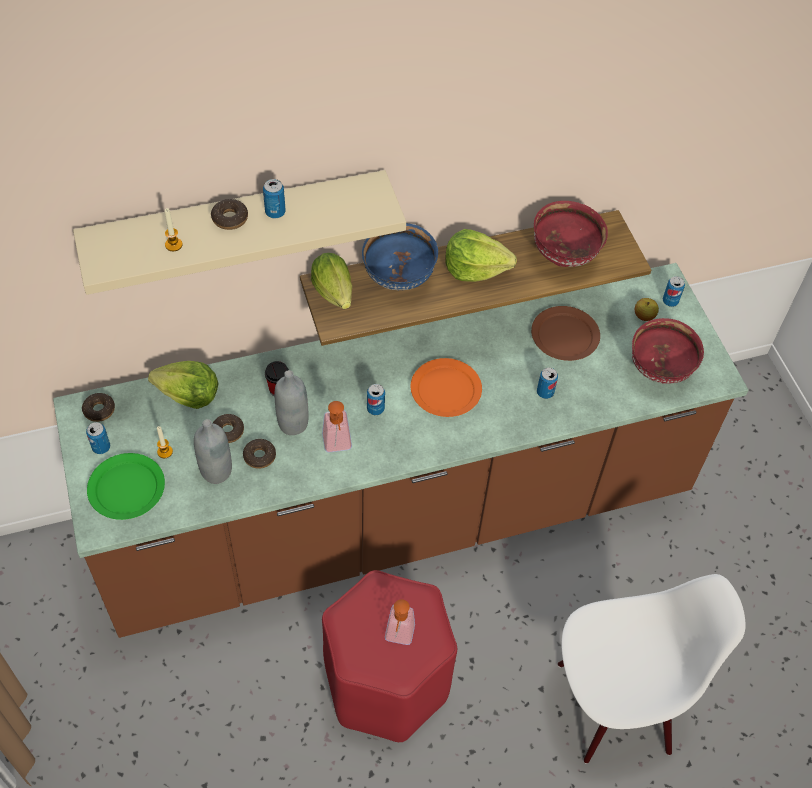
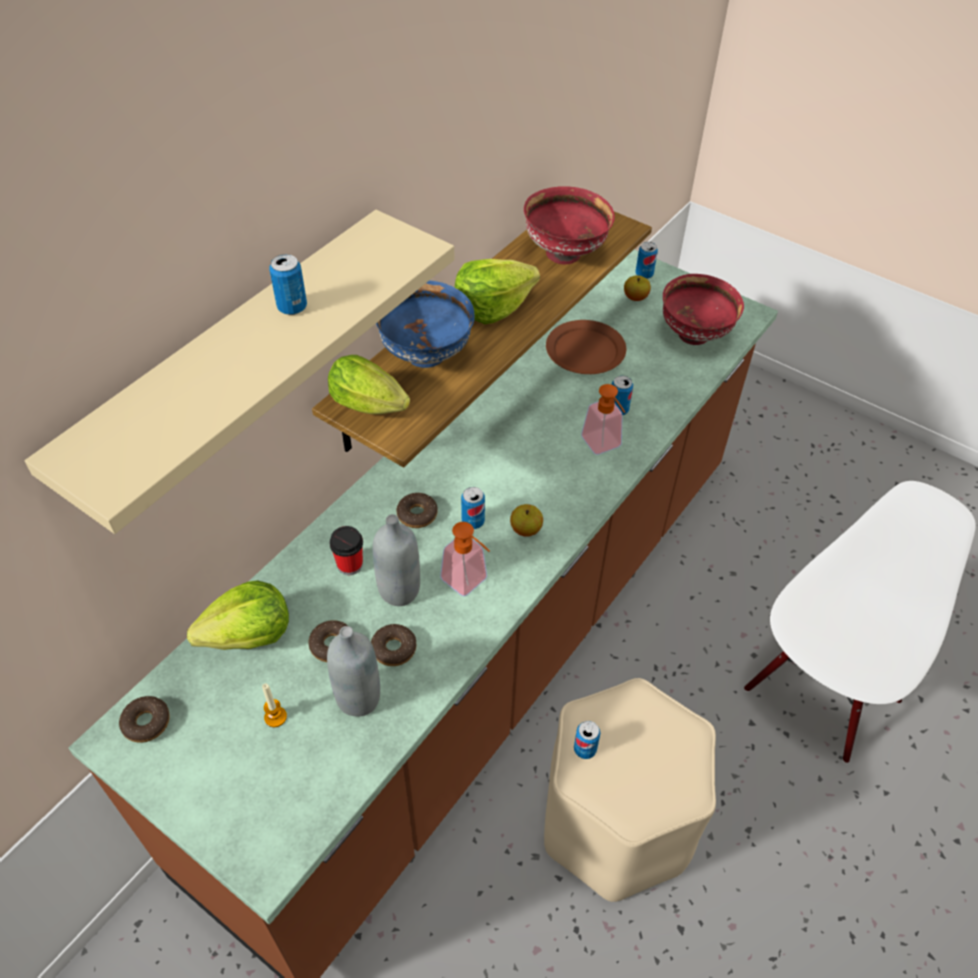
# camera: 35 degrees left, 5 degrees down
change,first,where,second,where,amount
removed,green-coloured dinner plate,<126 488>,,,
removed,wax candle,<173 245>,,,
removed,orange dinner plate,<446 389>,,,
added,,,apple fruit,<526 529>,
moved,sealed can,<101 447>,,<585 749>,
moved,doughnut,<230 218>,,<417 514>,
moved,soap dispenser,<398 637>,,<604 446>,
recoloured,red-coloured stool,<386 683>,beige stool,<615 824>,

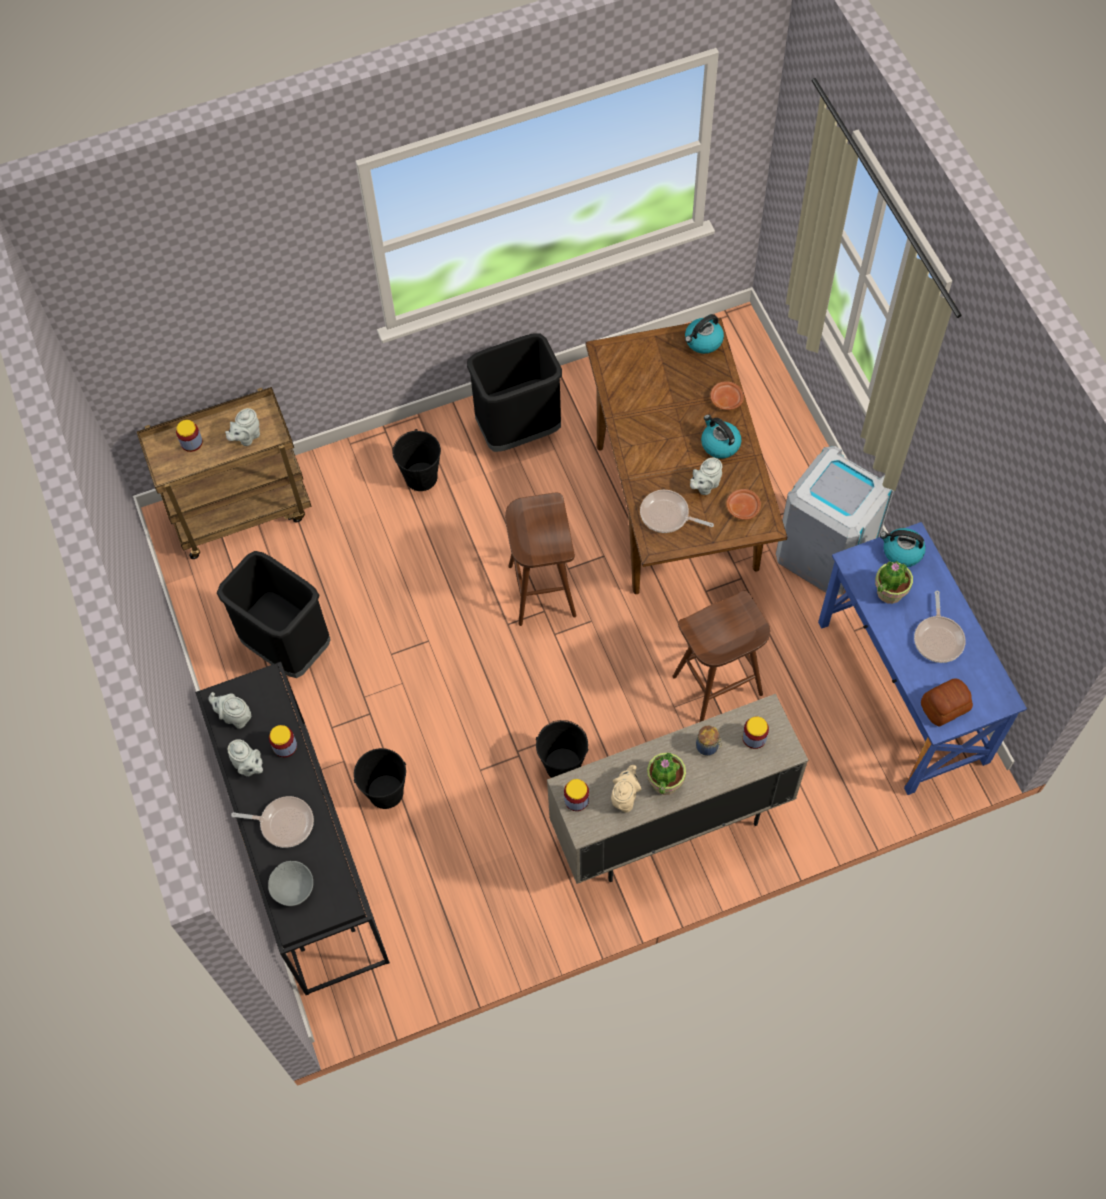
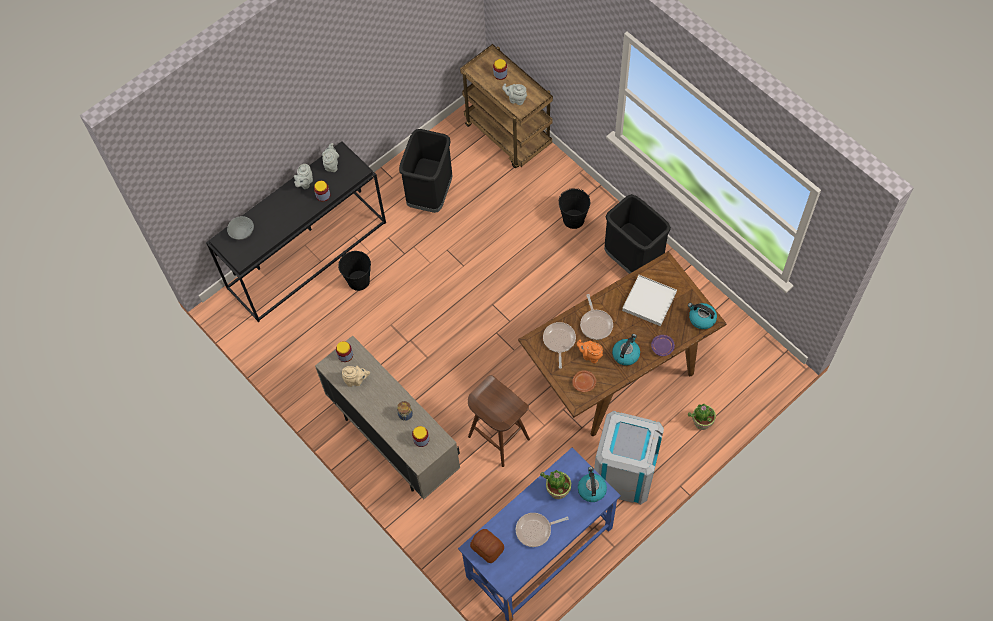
# camera: 70 degrees right, 0 degrees up
change,first,where,second,where,amount
removed,brown stool,<541 590>,,,
removed,black-coloured pail,<562 765>,,,
added,,,white carrying tray,<649 301>,
moved,pan,<284 823>,,<596 324>,
moved,potted plant,<664 782>,,<701 422>,
recoloured,gray teapot,<705 486>,orange teapot,<590 355>,
recoloured,brown dinner plate,<726 399>,purple dinner plate,<662 347>,

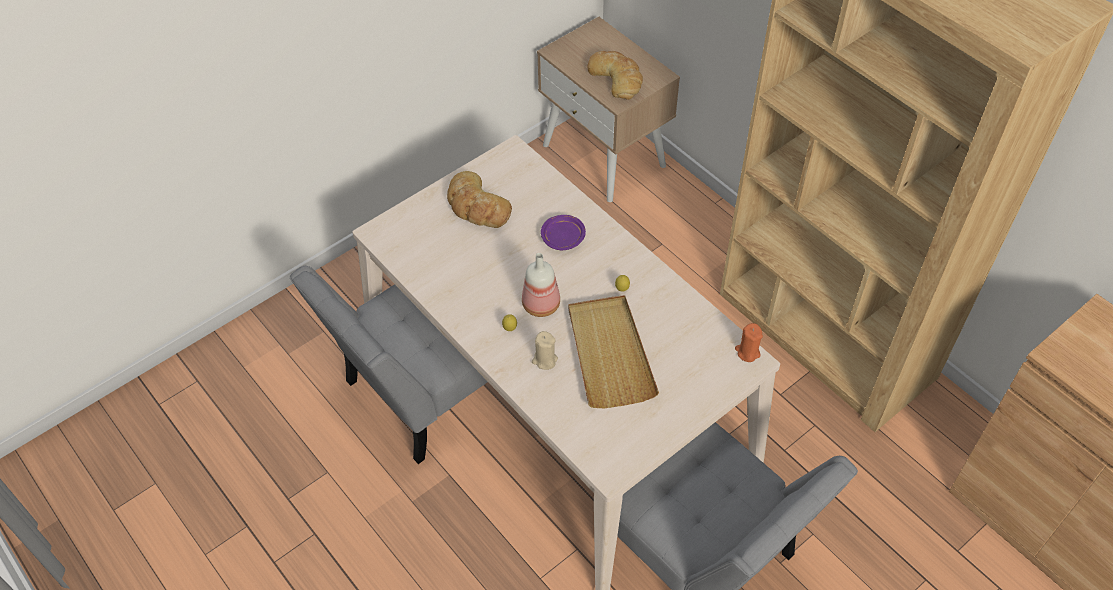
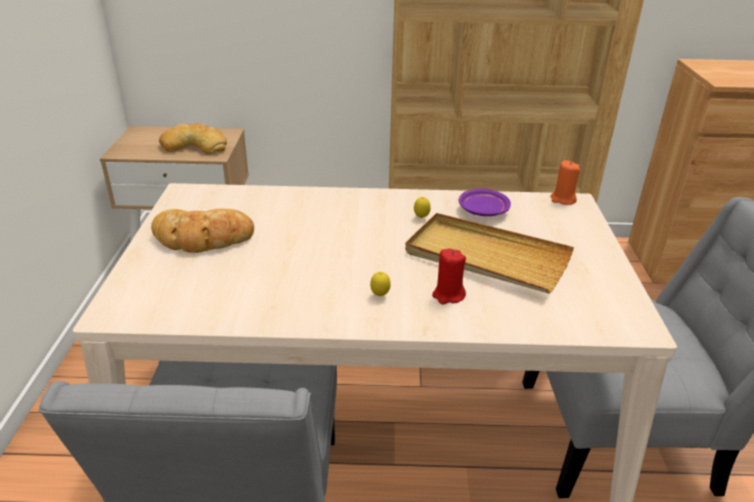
# camera: 50 degrees left, 20 degrees down
change,first,where,second,where,amount
removed,bottle,<541 304>,,,
moved,purple dinner plate,<563 237>,,<483 210>,
recoloured,beige wax candle,<544 360>,red-coloured wax candle,<448 295>,

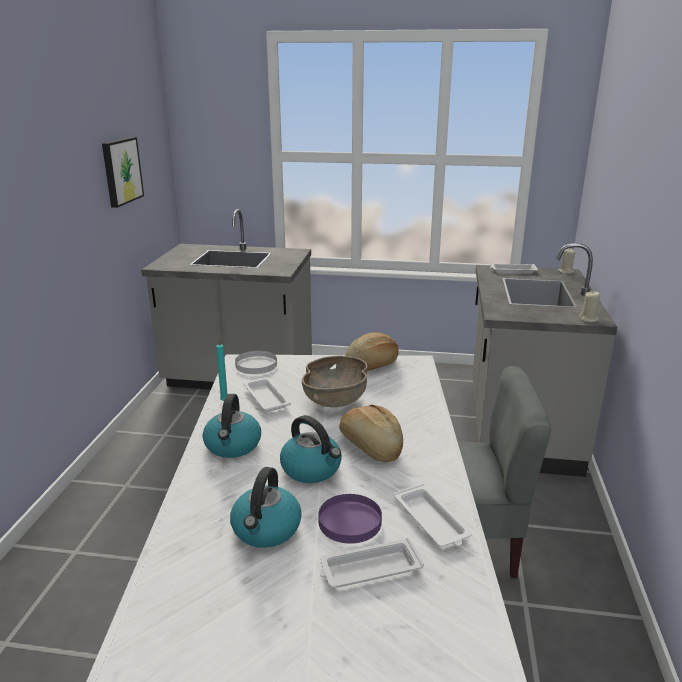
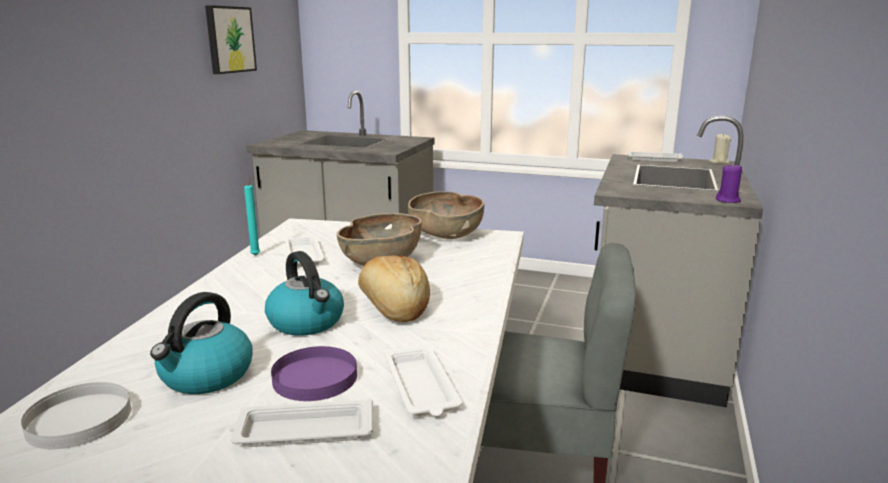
# camera: 10 degrees right, 5 degrees down
change,first,where,second,where,amount
removed,kettle,<233 446>,,,
moved,white dinner plate,<256 365>,,<78 419>,
replaced,bread,<372 364>,brown bowl,<446 235>,
recoloured,beige wax candle,<588 319>,purple wax candle,<728 200>,

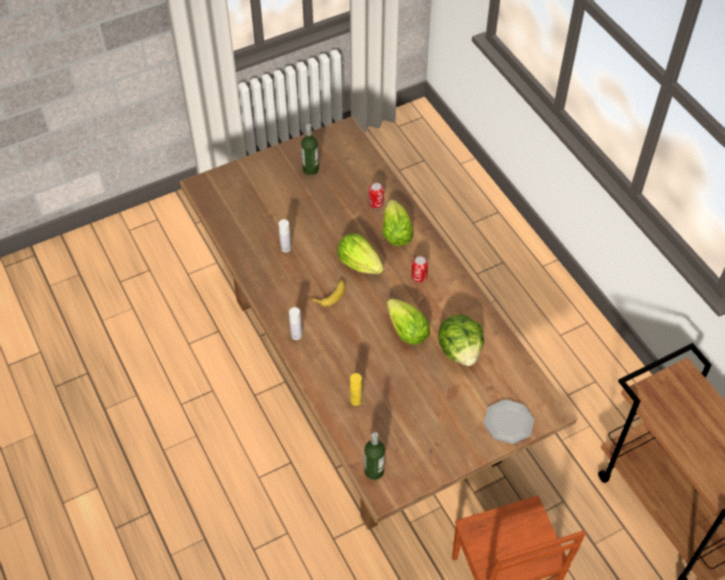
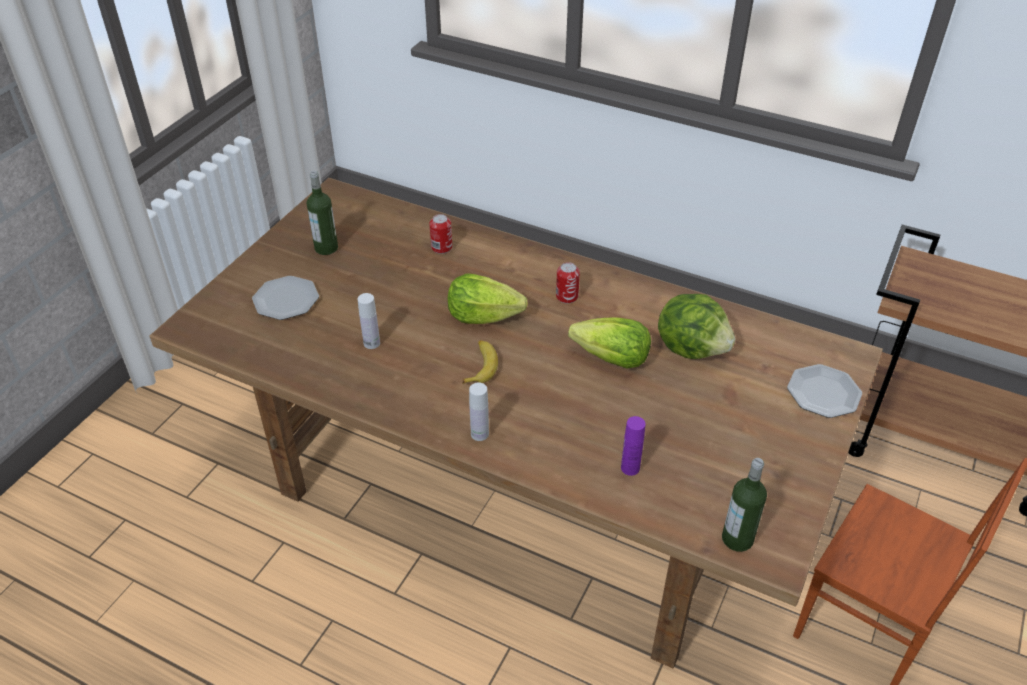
# camera: 35 degrees left, 10 degrees down
change,first,where,second,where,amount
removed,lettuce,<395 234>,,,
added,,,dinner plate,<286 300>,
recoloured,yellowish bottle,<356 400>,purple bottle,<630 468>,

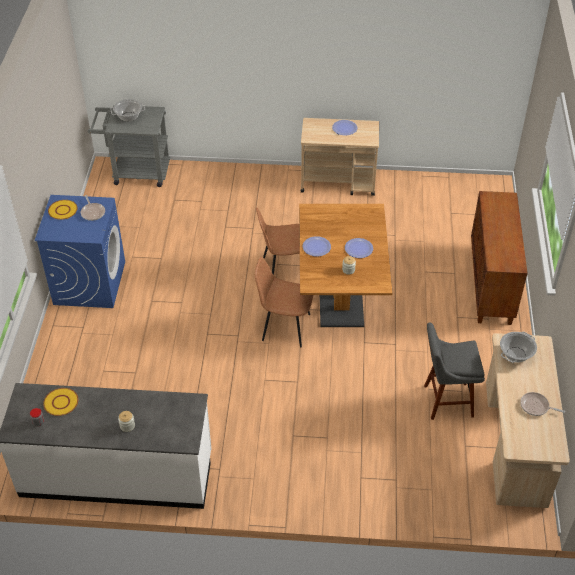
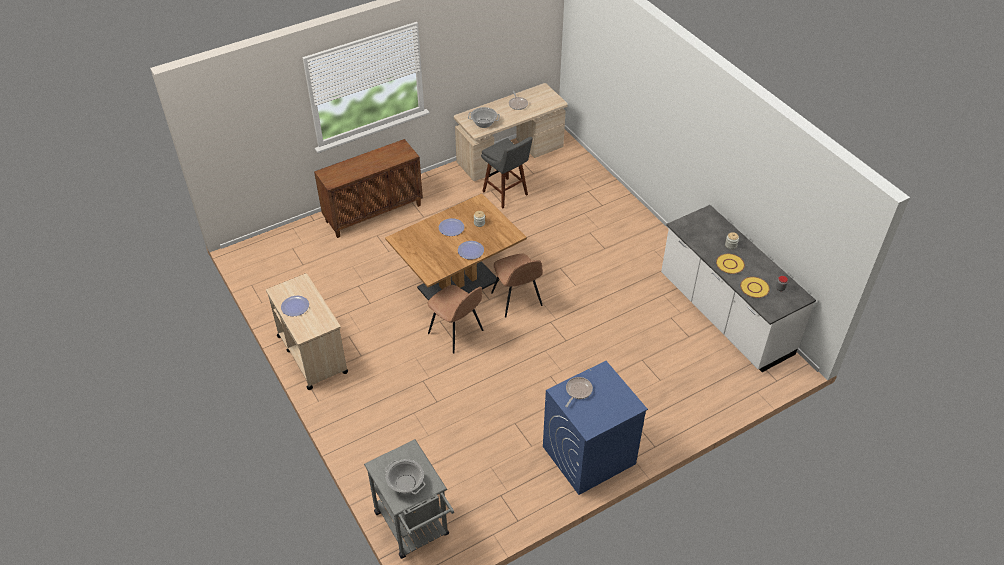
# camera: 125 degrees left, 0 degrees up
change,first,where,second,where,amount
moved,yellowish dinner plate,<63 210>,,<729 264>,

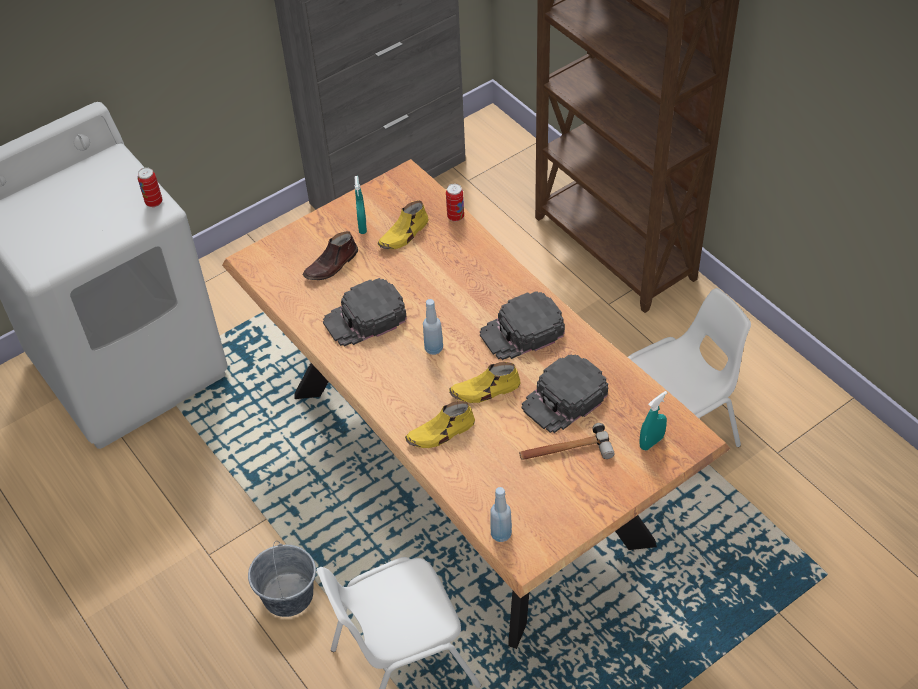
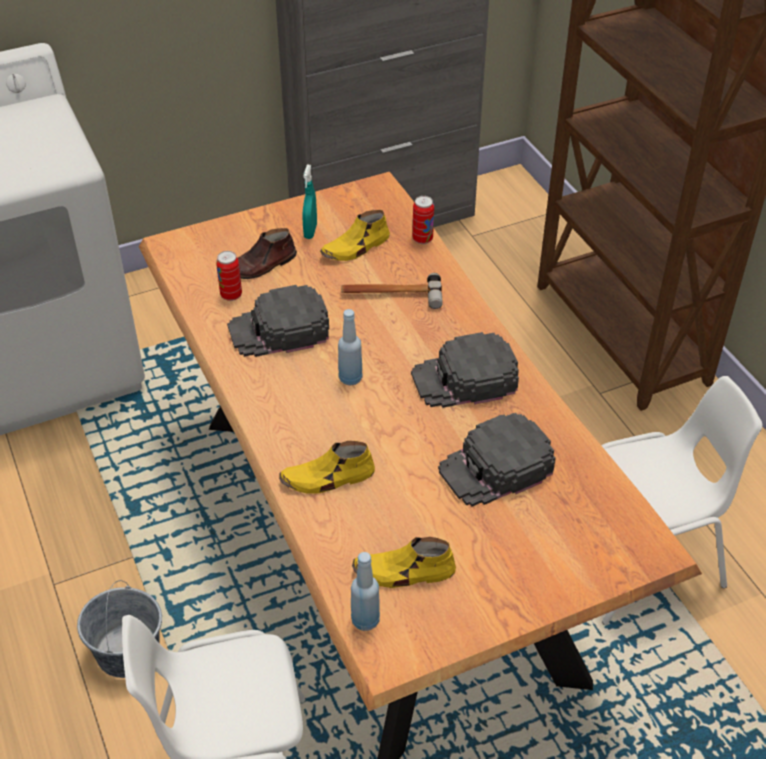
# camera: 10 degrees right, 5 degrees down
change,first,where,second,where,amount
removed,turquoise-coloured spray bottle,<651 442>,,,
moved,sealed can,<154 202>,,<231 295>,
moved,yellowish low shoe,<485 390>,,<404 572>,
moved,hand hammer,<564 451>,,<391 295>,

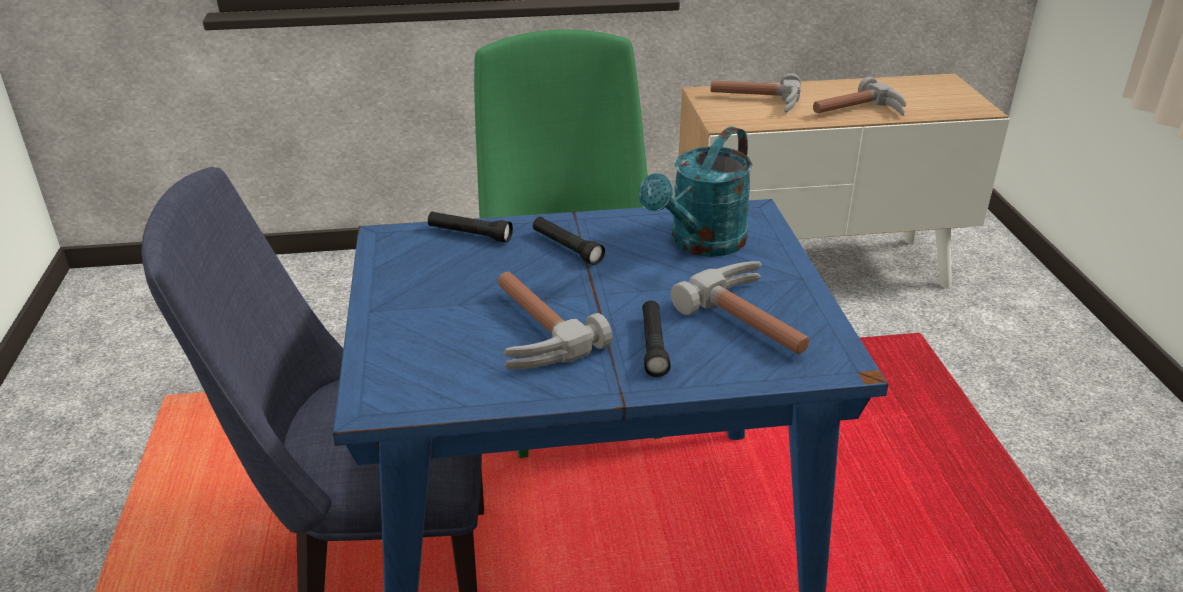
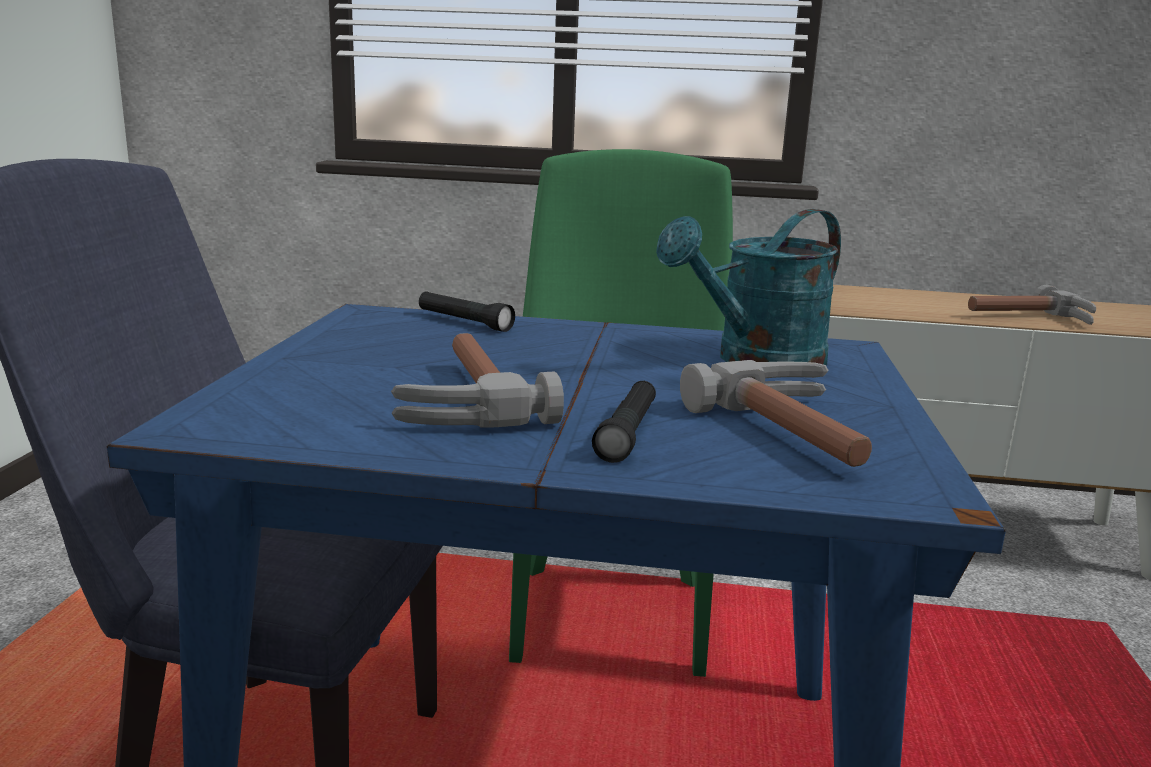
# camera: 15 degrees right, 15 degrees down
change,first,where,second,where,amount
removed,black-coloured hand torch,<567 248>,,,
removed,hand hammer,<755 102>,,,

